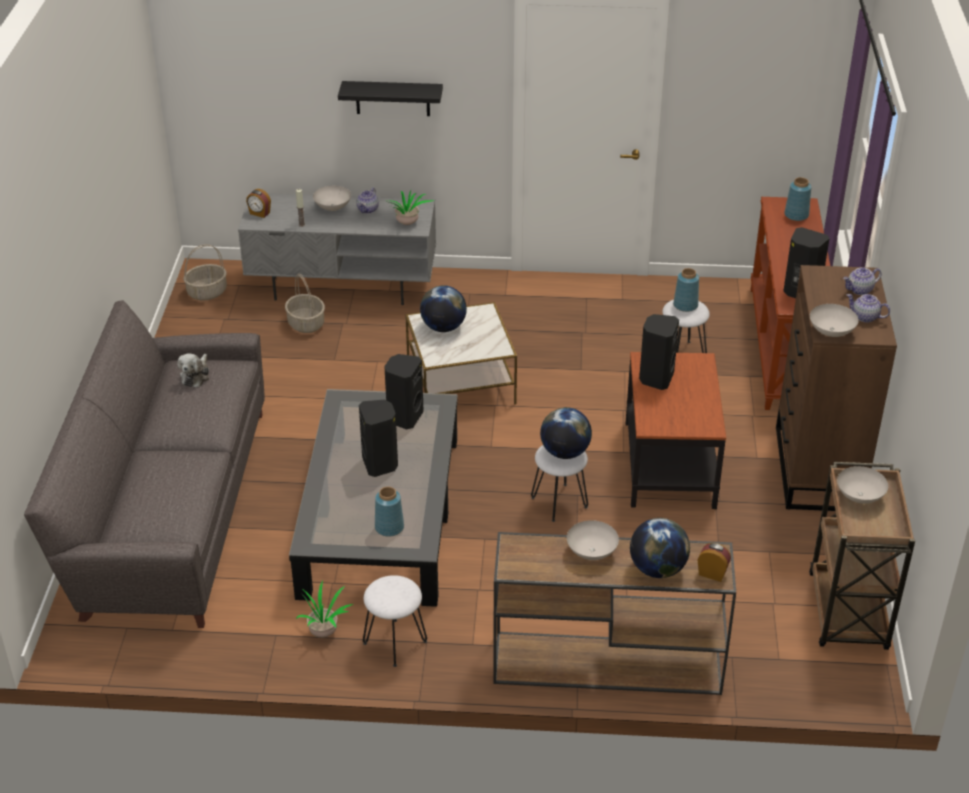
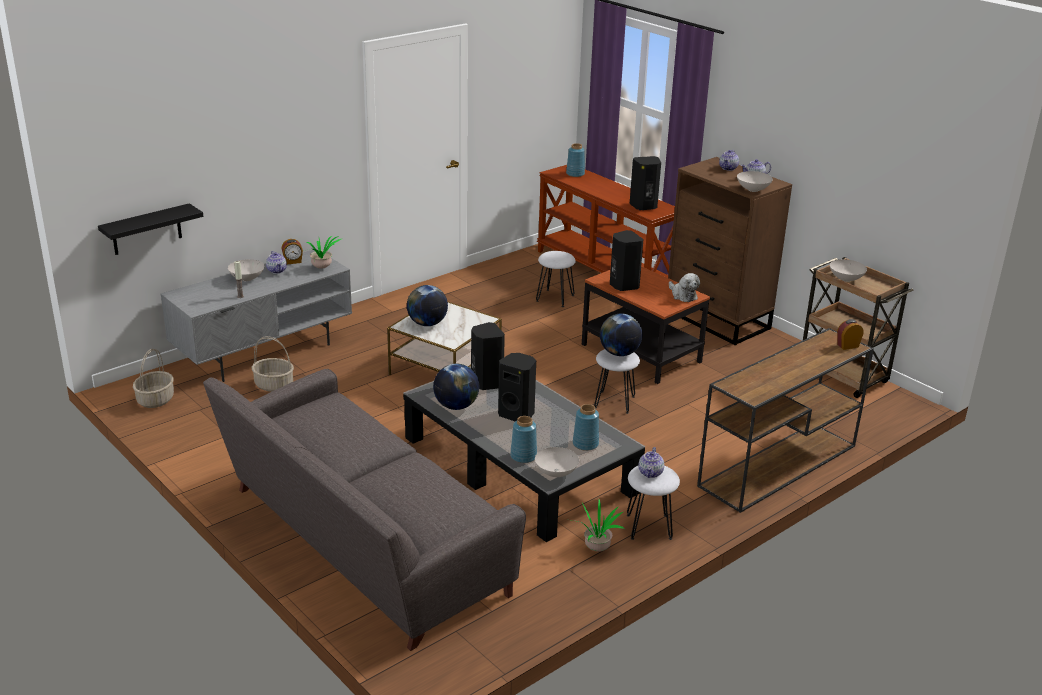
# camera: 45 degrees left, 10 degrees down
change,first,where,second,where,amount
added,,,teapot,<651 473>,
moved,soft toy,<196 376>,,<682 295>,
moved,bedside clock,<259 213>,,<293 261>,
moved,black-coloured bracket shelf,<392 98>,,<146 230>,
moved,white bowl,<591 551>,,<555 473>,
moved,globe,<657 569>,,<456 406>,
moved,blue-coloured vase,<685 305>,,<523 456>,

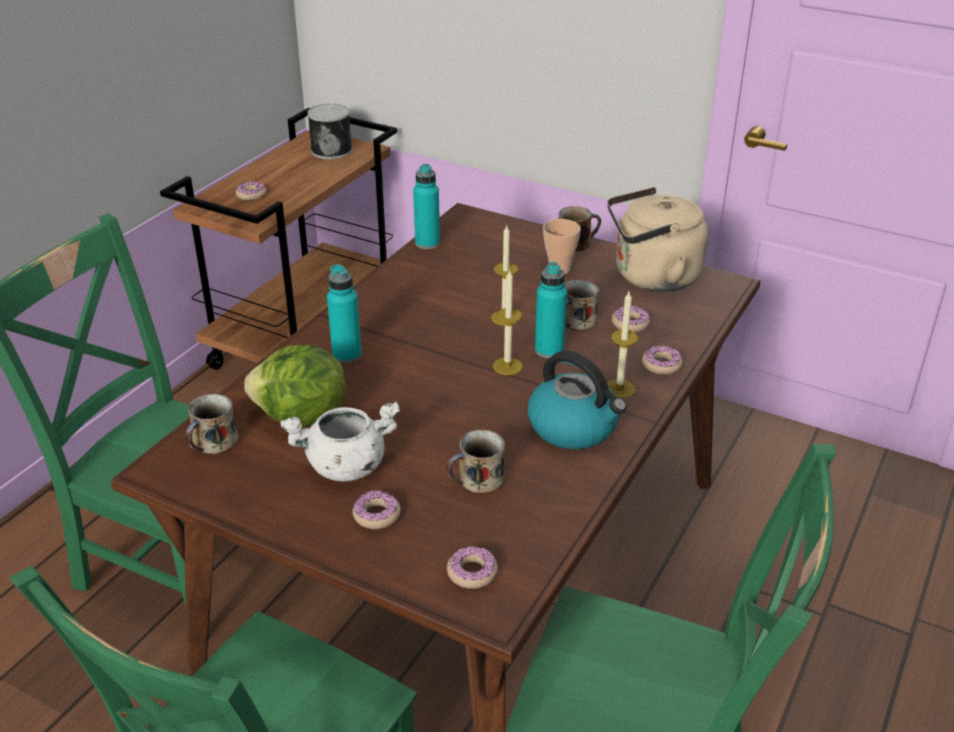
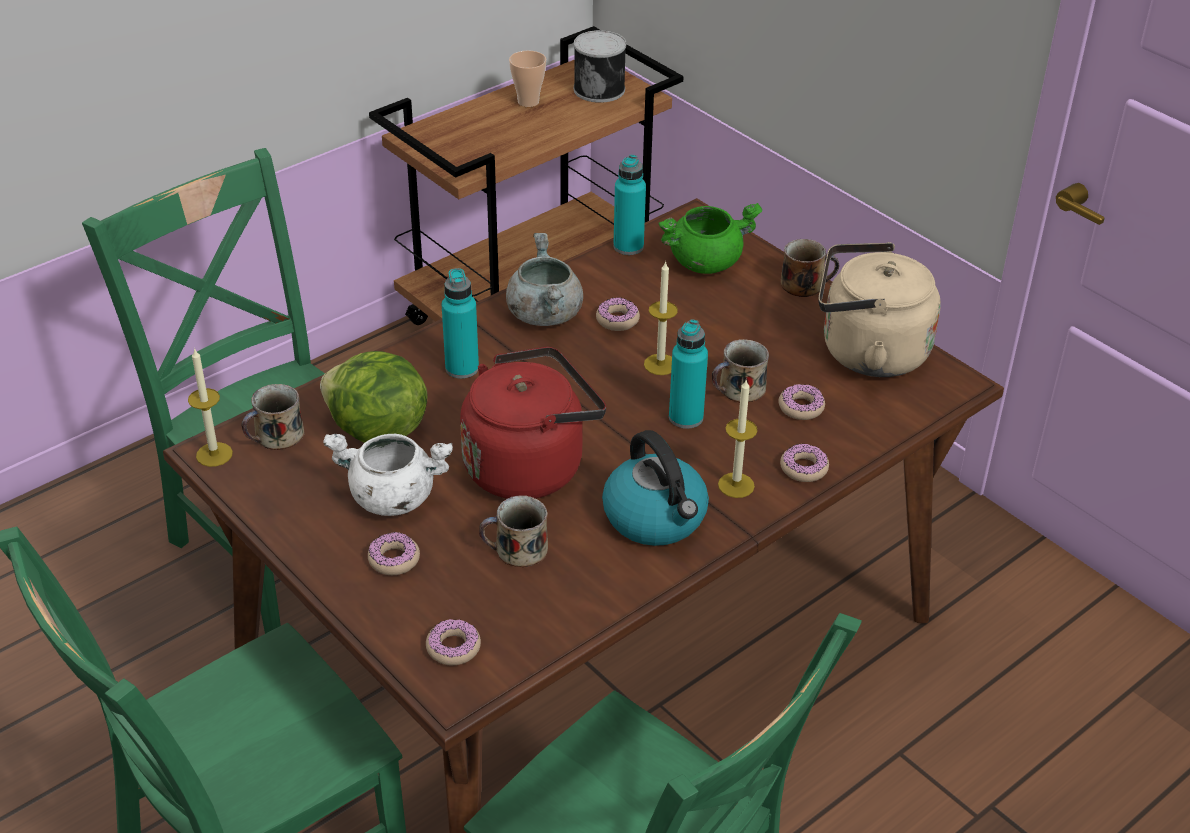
# camera: 20 degrees right, 5 degrees up
change,first,where,second,where,amount
added,,,red-coloured kettle,<530 465>,
added,,,gray stockpot,<544 314>,
added,,,green-coloured stockpot,<705 262>,
moved,doughnut,<251 195>,,<617 320>,
moved,wax candle,<507 366>,,<214 454>,
moved,drinking cup,<559 269>,,<528 102>,

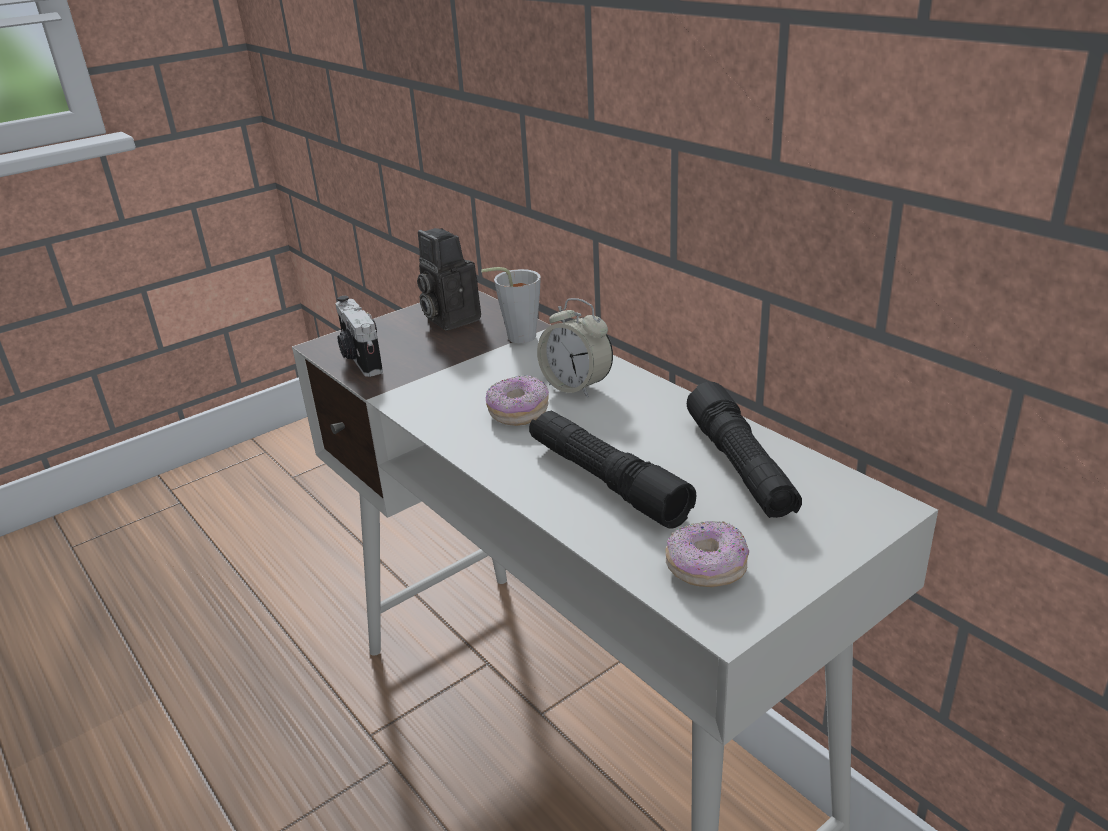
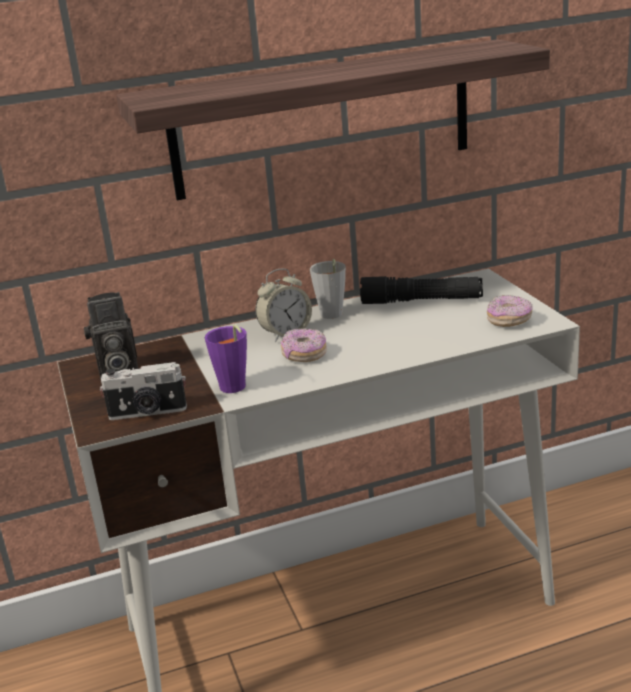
# camera: 70 degrees left, 5 degrees down
change,first,where,second,where,amount
removed,black-coloured hand torch,<606 481>,,,
added,,,bracket shelf,<323 120>,
added,,,purple drinking cup,<234 389>,
moved,gray drinking cup,<515 338>,,<331 316>,

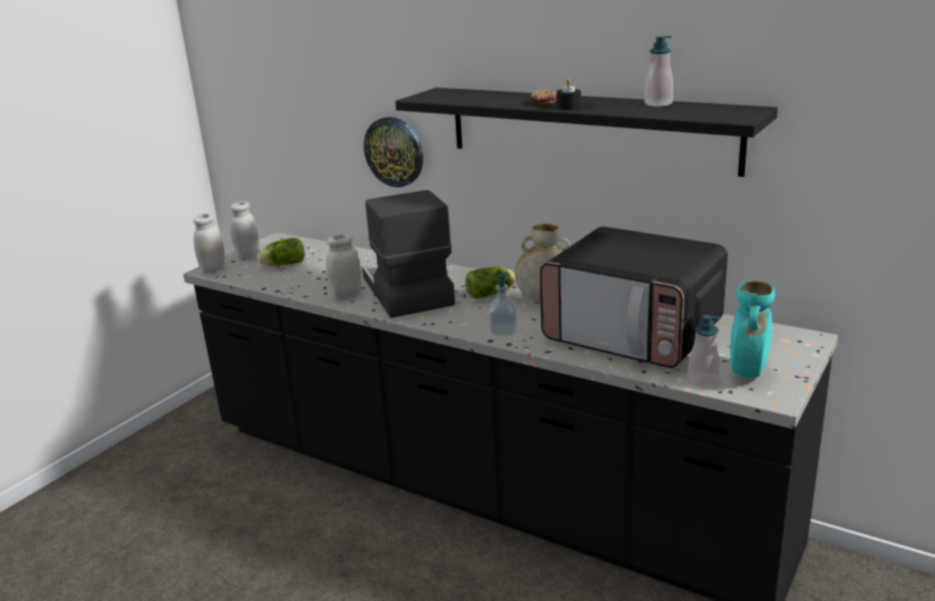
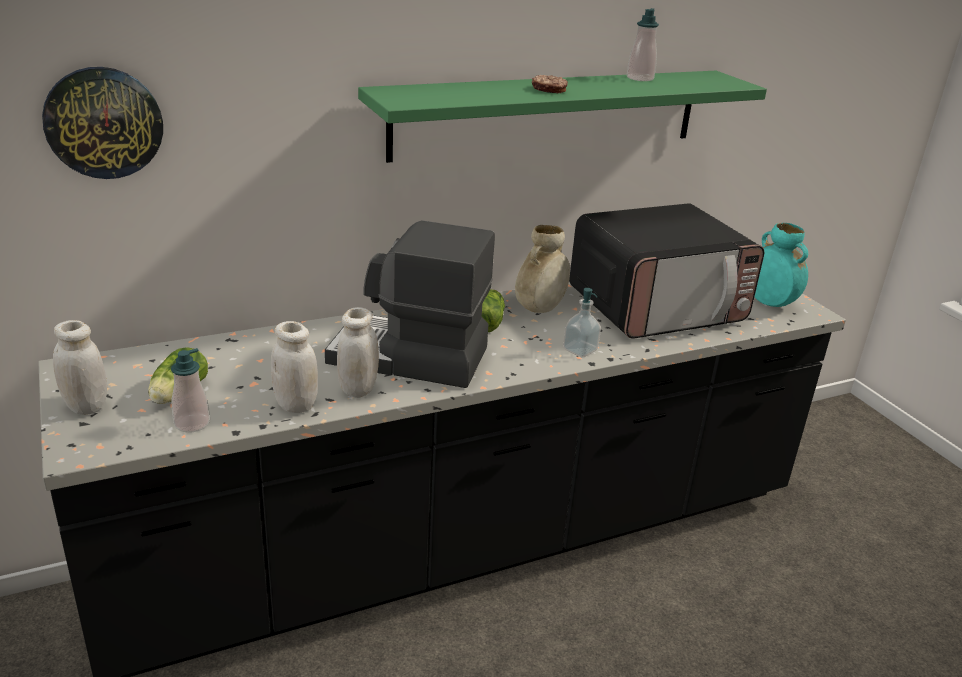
# camera: 60 degrees left, 5 degrees up
change,first,where,second,where,amount
removed,black-coloured wax candle,<568 107>,,,
moved,white jar,<213 269>,,<296 405>,
moved,wall clock,<394 151>,,<104 123>,
moved,soap dispenser,<703 380>,,<192 423>,
recoloured,black-coloured bracket shelf,<588 128>,green-coloured bracket shelf,<549 114>,

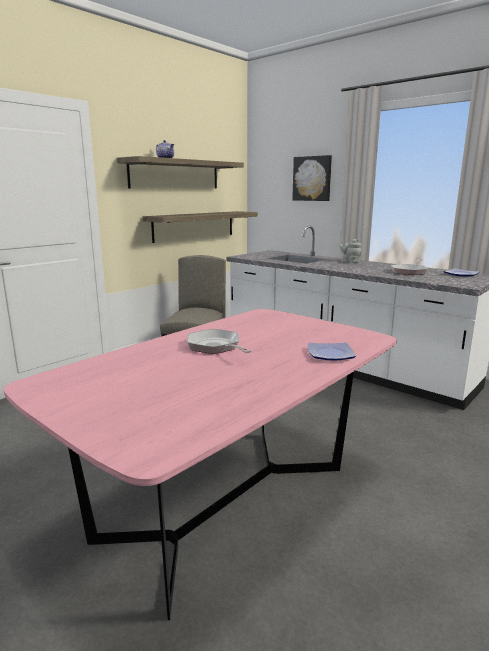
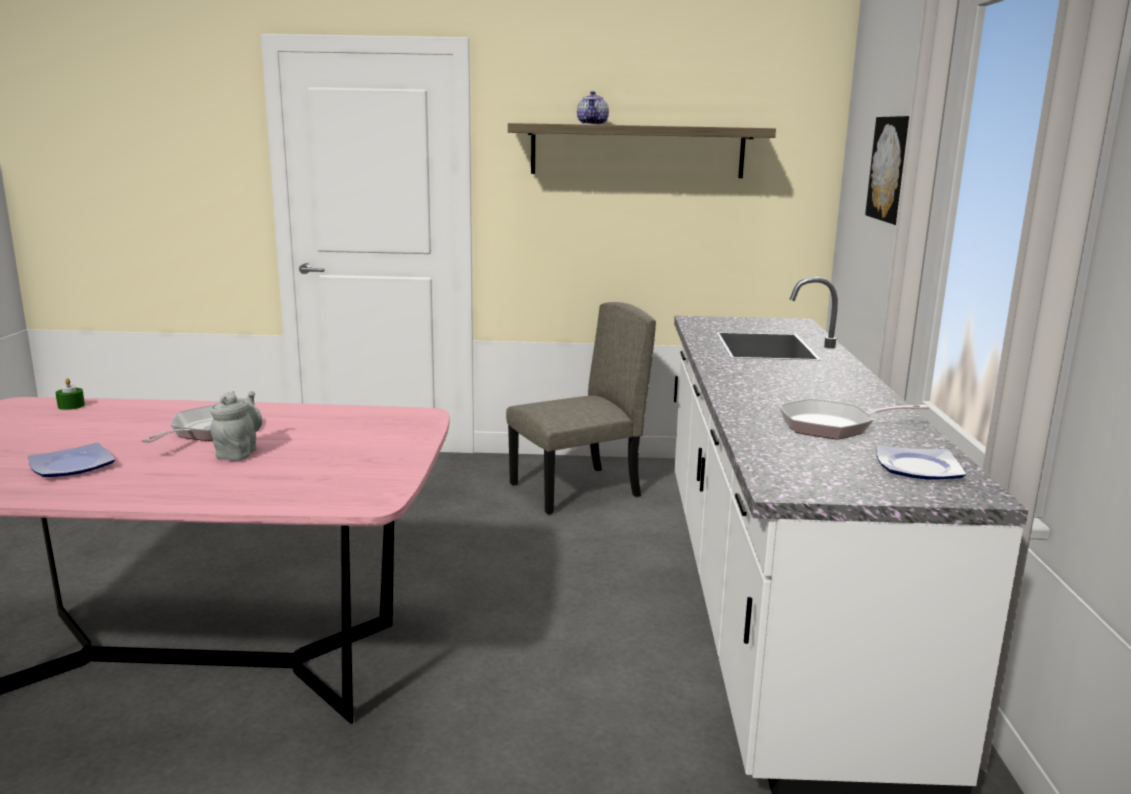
# camera: 50 degrees right, 0 degrees up
change,first,where,second,where,amount
removed,bracket shelf,<194 226>,,,
added,,,green-coloured wax candle,<71 406>,
moved,dinner plate,<329 354>,,<70 466>,
moved,gray teapot,<350 261>,,<238 452>,

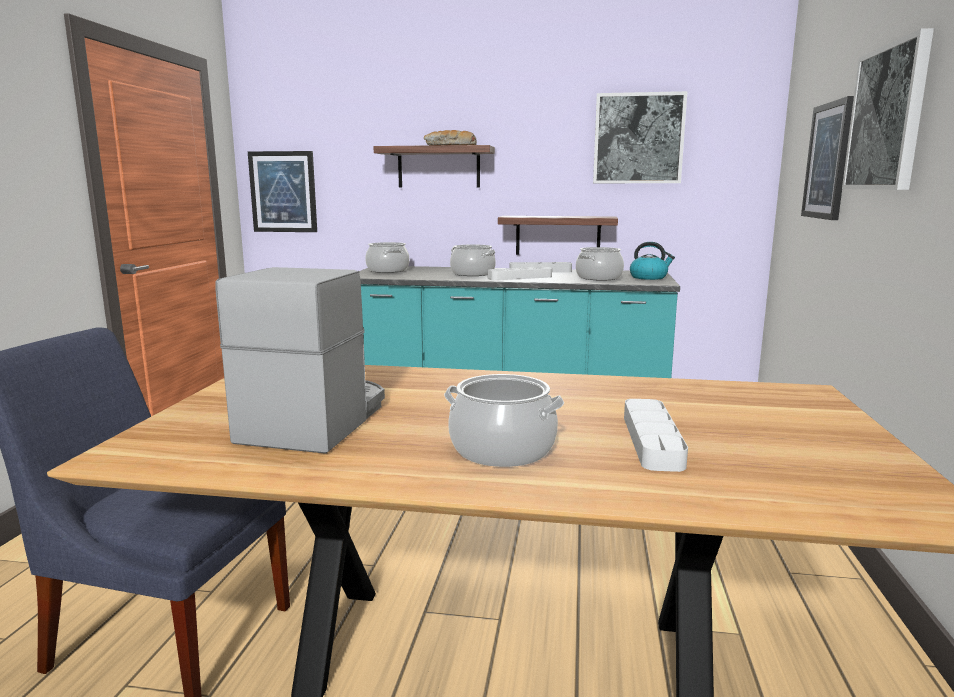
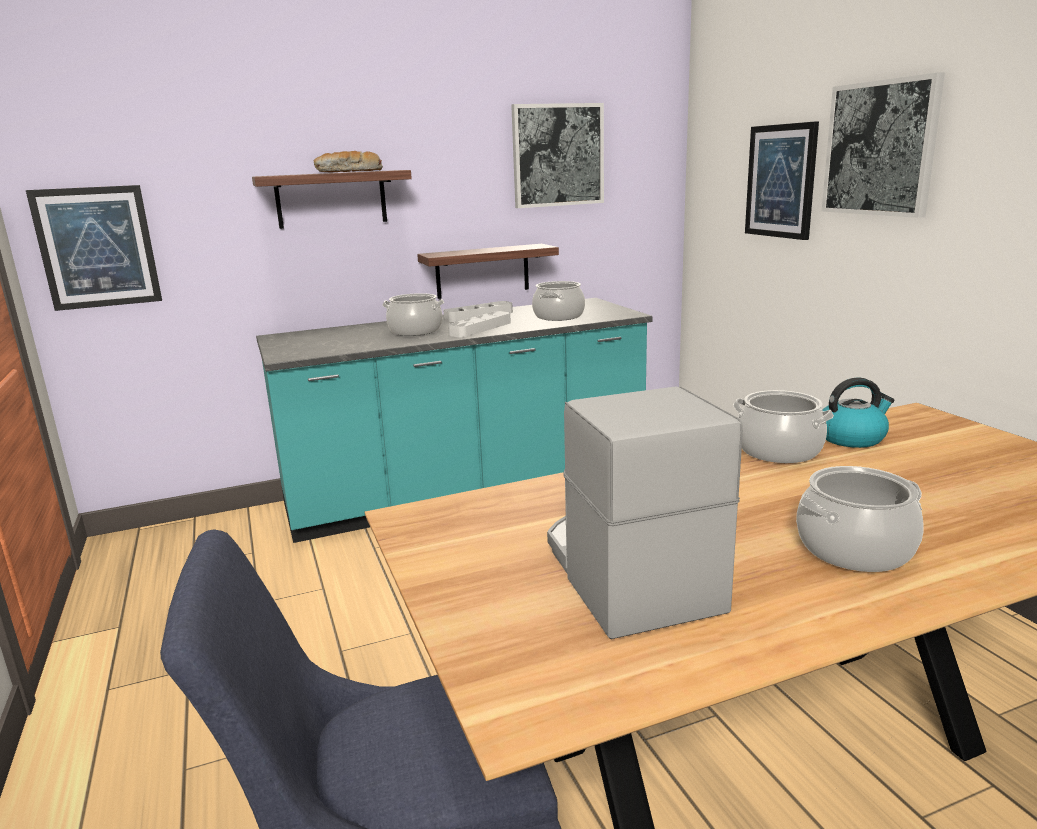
# camera: 30 degrees left, 5 degrees up
change,first,where,second,where,amount
removed,gray carrying tray,<652 440>,,,
moved,stockpot,<387 270>,,<778 451>,
moved,kettle,<649 277>,,<851 438>,

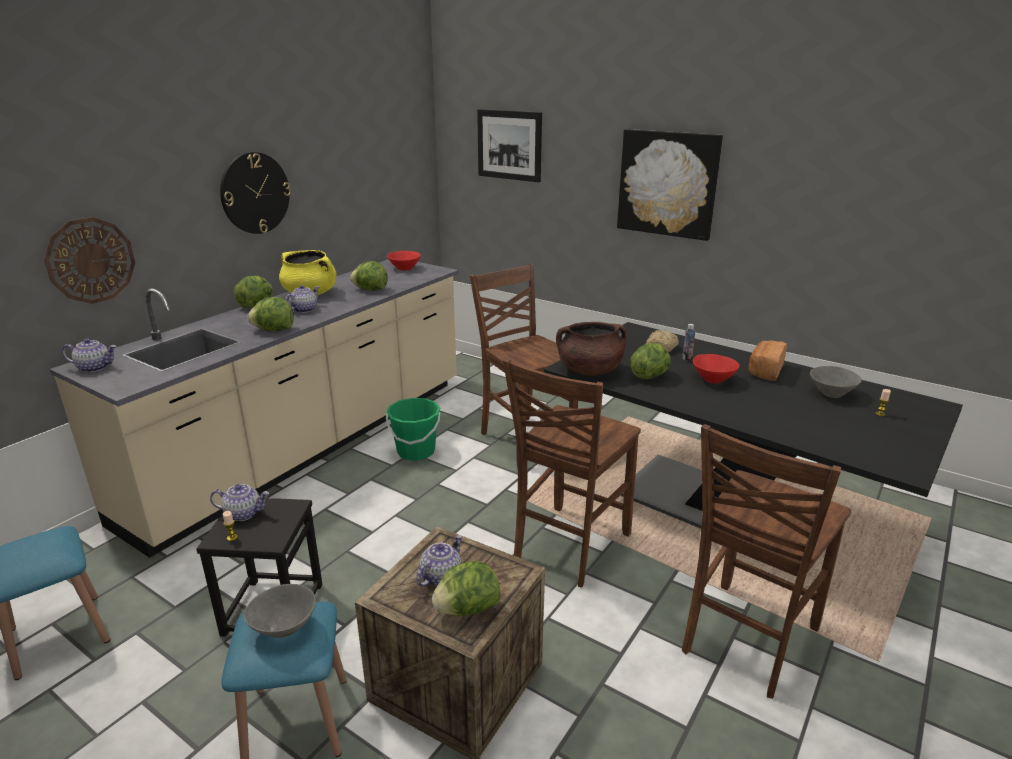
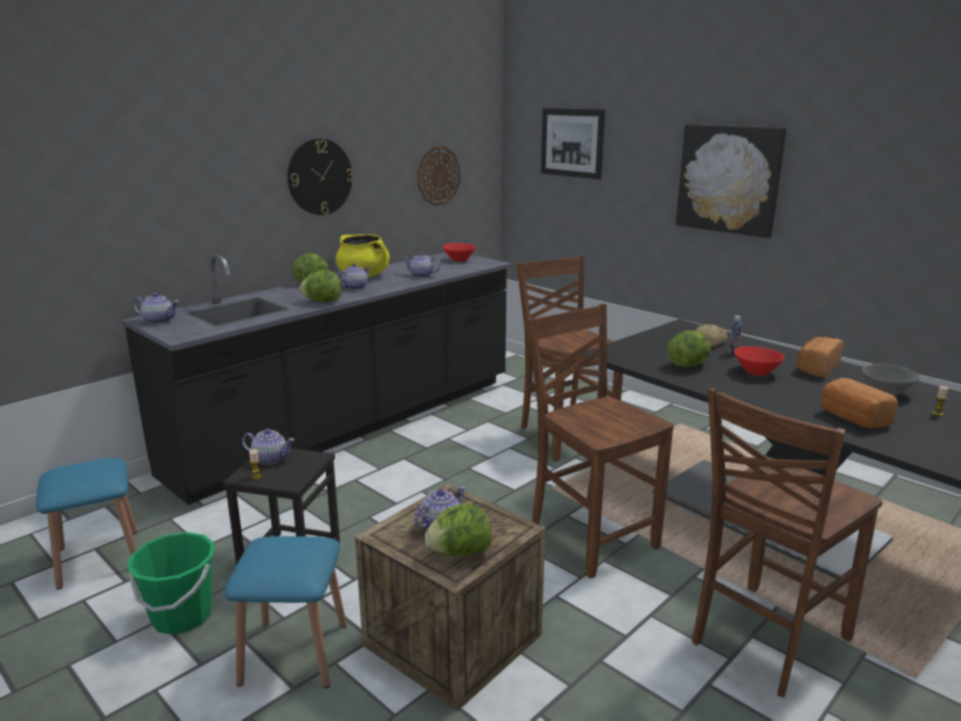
# camera: 10 degrees right, 5 degrees down
change,first,where,second,where,amount
removed,gray bowl,<283 627>,,,
removed,brown stockpot,<589 371>,,,
added,,,bread,<852 419>,
moved,wall clock,<91 260>,,<438 176>,
moved,green-coloured pail,<416 451>,,<182 616>,
replaced,lettuce,<370 290>,teapot,<421 275>,
recoloured,beige kitchen counter,<311 446>,black-coloured kitchen counter,<352 425>,
turned,brown upright chair,<568 546>,,<591 535>,105 degrees clockwise

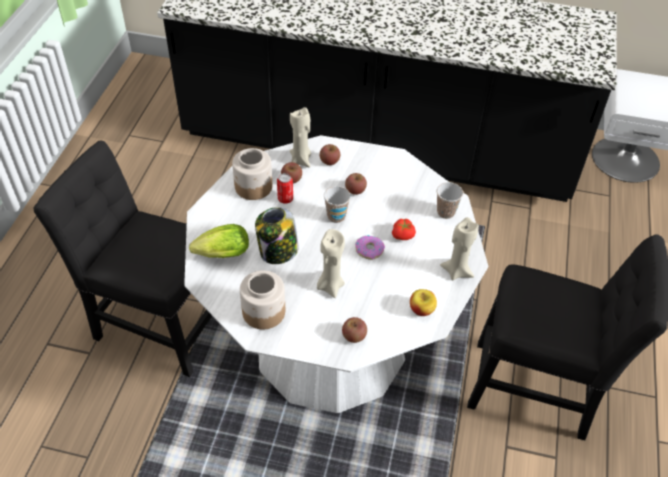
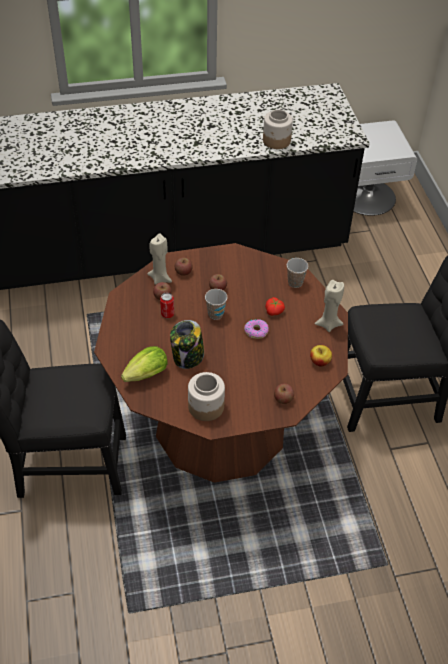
# camera: 25 degrees left, 0 degrees up
change,first,where,second,where,amount
removed,beige wax candle,<330 286>,,,
moved,jar,<253 187>,,<276 141>,
recoloured,white dining table,<330 346>,brown dining table,<221 426>,

